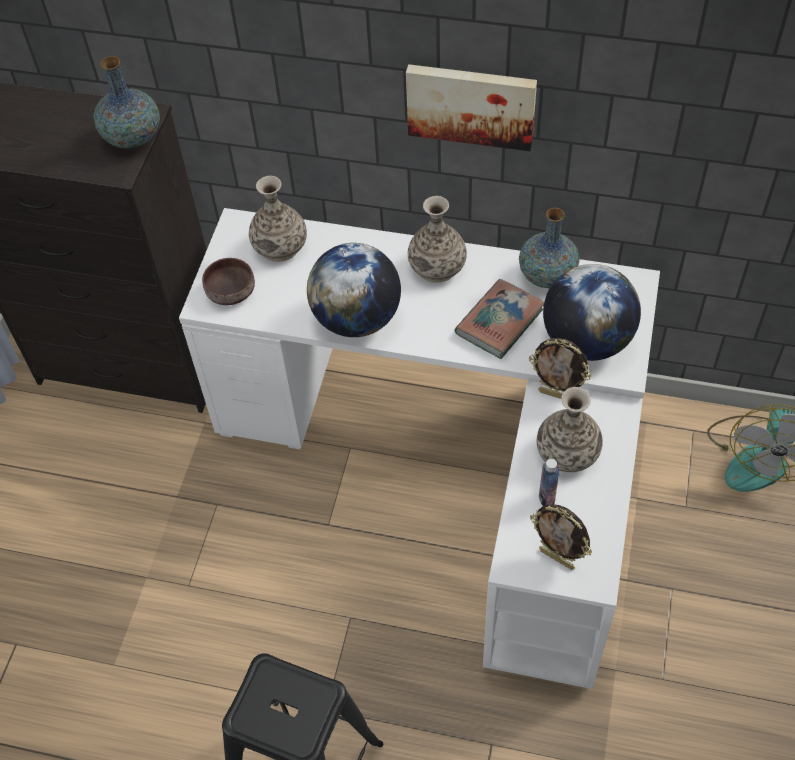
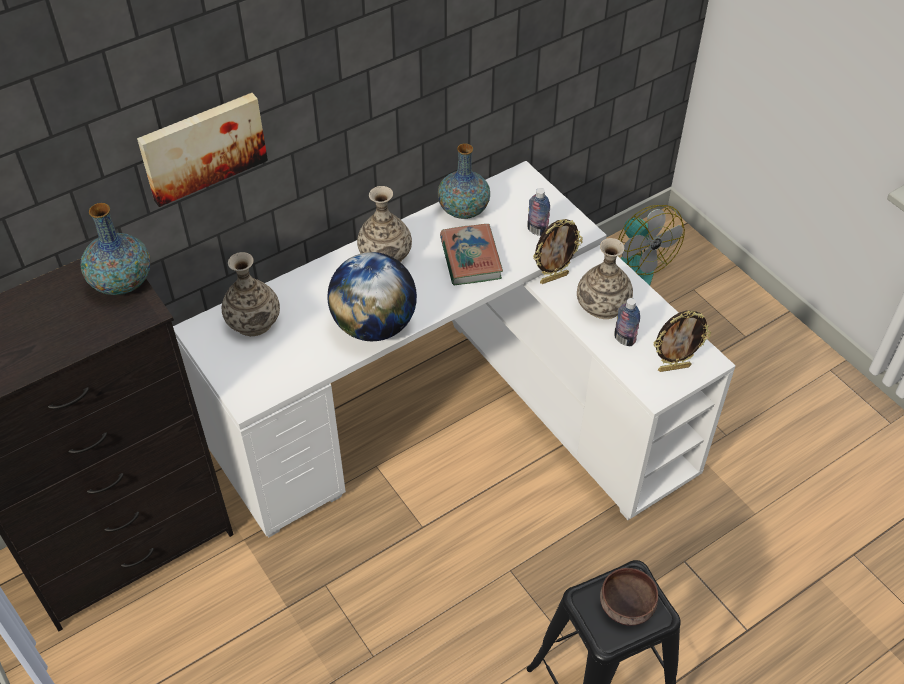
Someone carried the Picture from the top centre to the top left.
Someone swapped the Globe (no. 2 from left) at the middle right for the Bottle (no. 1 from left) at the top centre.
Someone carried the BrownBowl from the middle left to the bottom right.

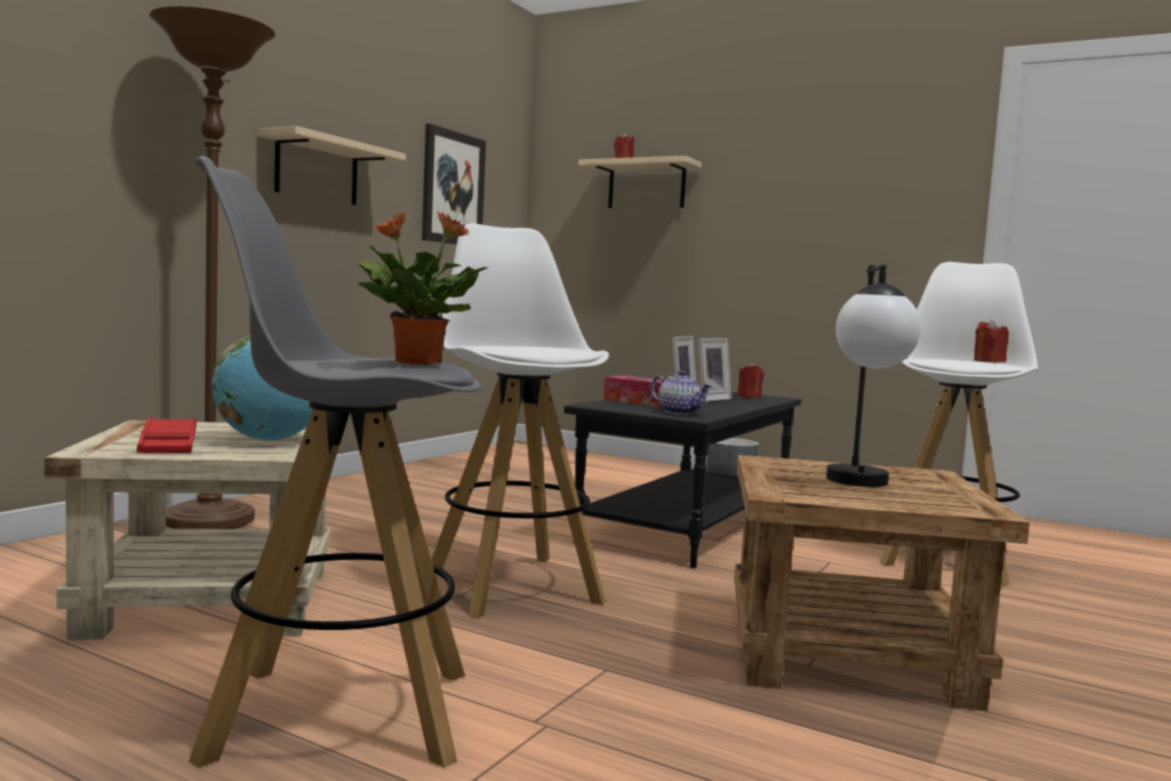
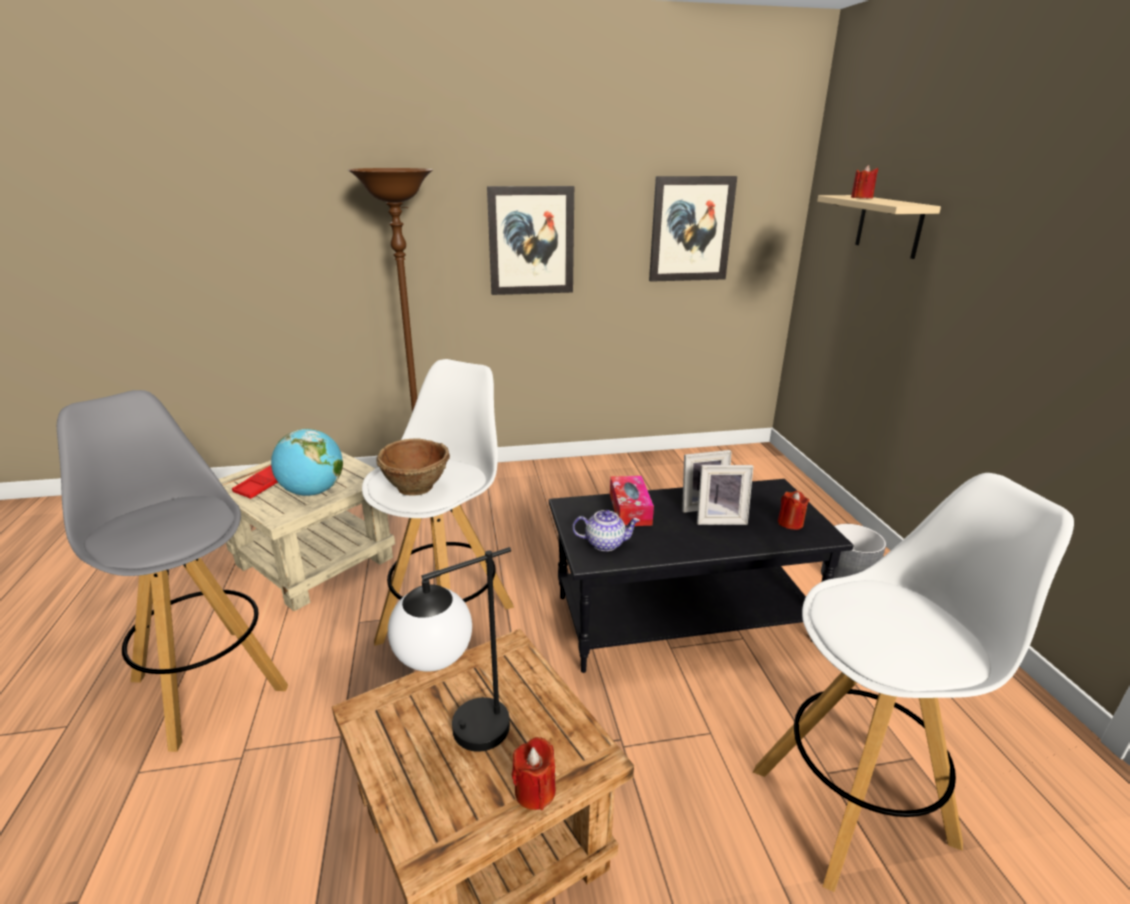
Someone put down the BrownBowl at the centre.
Someone swapped the BeigeShelf (no. 1 from left) at the top left for the Picture (no. 1 from left) at the top centre.
Someone carried the RedCandle (no. 3 from left in the first image) from the middle right to the bottom centre.
Someone rotated the Teapot at the centre by 90 degrees counterclockwise.
Someone took away the PottedPlant at the centre.

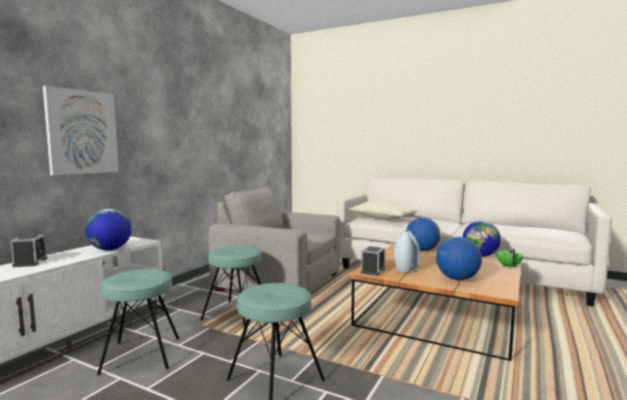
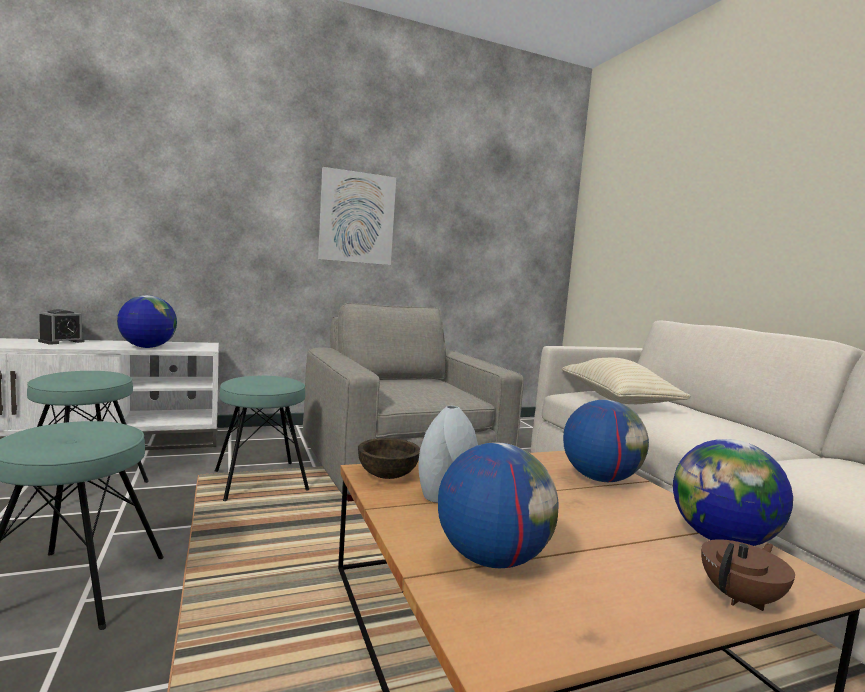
Someone carried the Picture from the top left to the top centre.
Someone swapped the AlarmClock (no. 2 from left) at the centre for the BrownBowl at the centre.
Someone repainted the GreenTeapot at the middle right, which became the BrownTeapot at the bottom right.

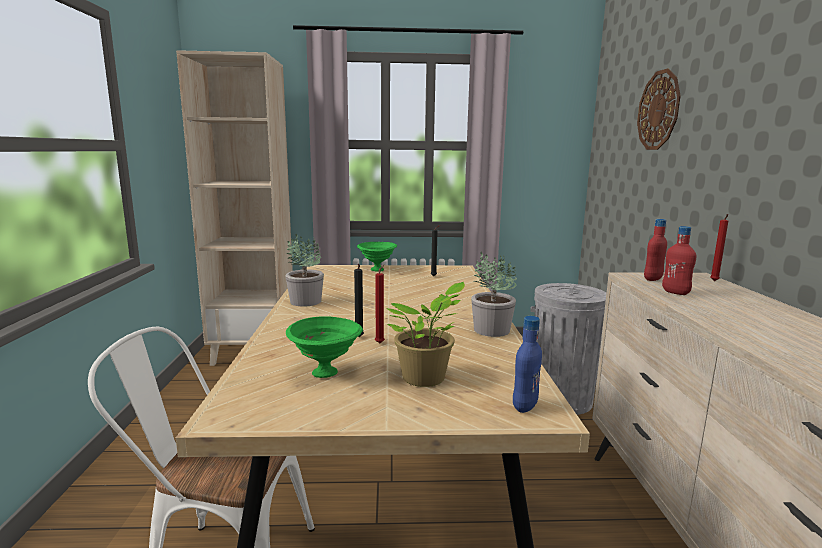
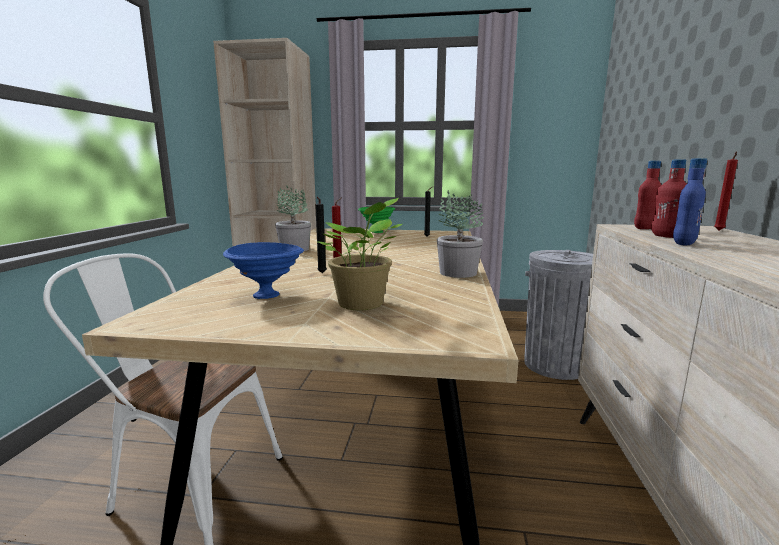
Someone repainted the GreenBowl (no. 1 from left) at the centre, which became the BlueBowl at the centre.
Someone carried the BlueBottle from the centre to the middle right.
Someone took away the WallClock at the top right.

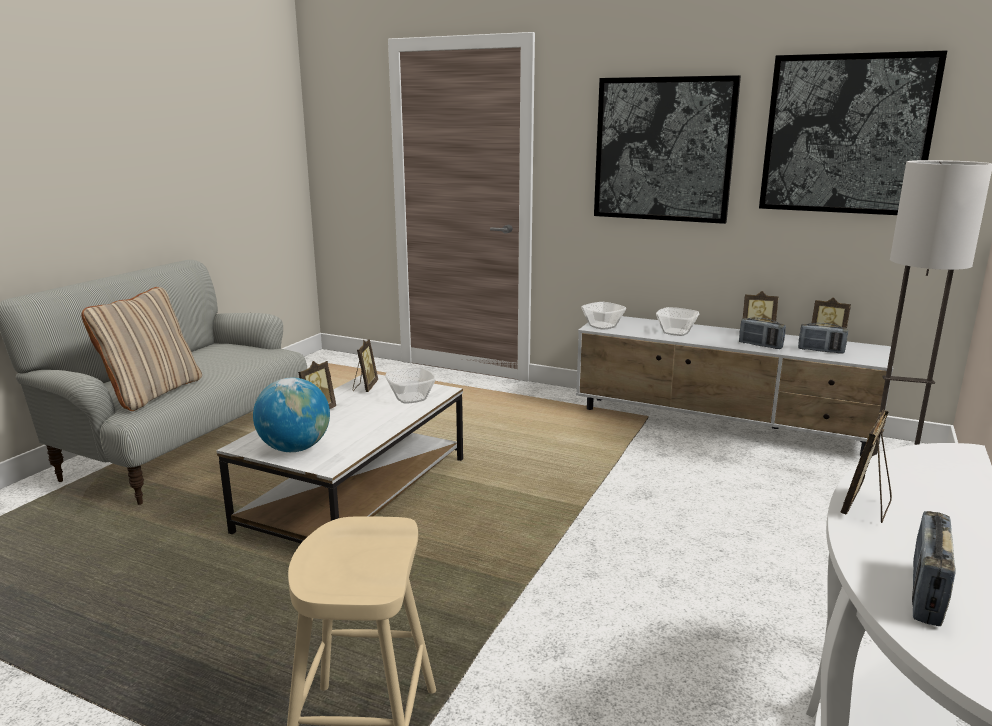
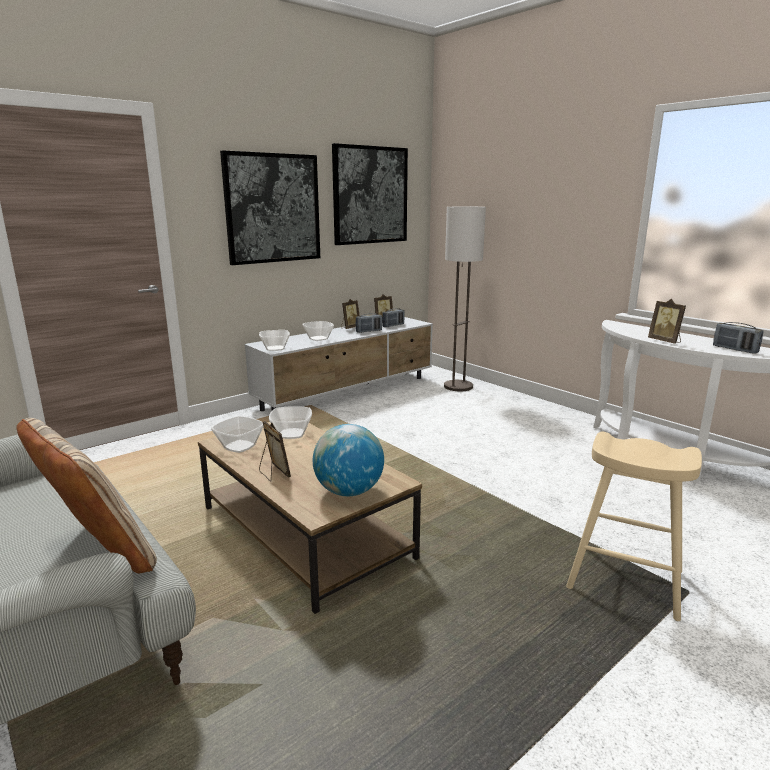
Someone repainted the WhiteCoffeeTable at the centre, which became the BrownCoffeeTable at the bottom centre.
Someone swapped the PictureFrame (no. 2 from left) at the centre for the Bowl (no. 1 from left) at the middle left.

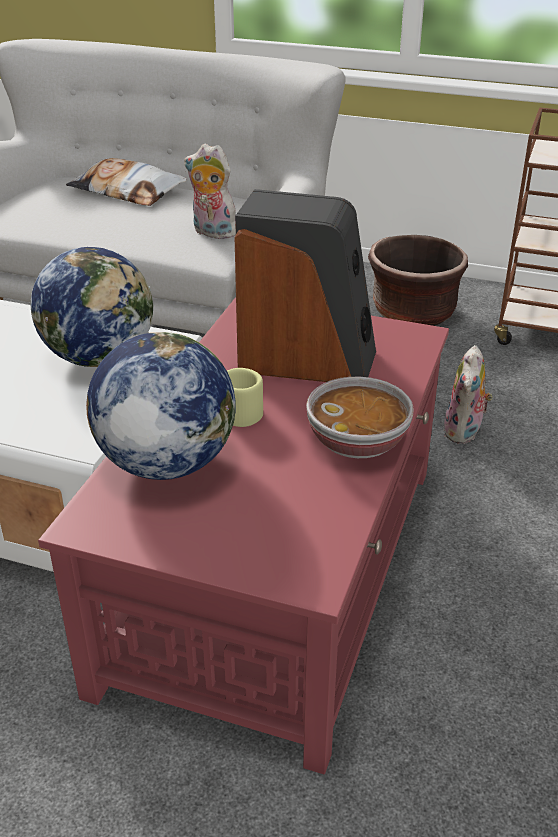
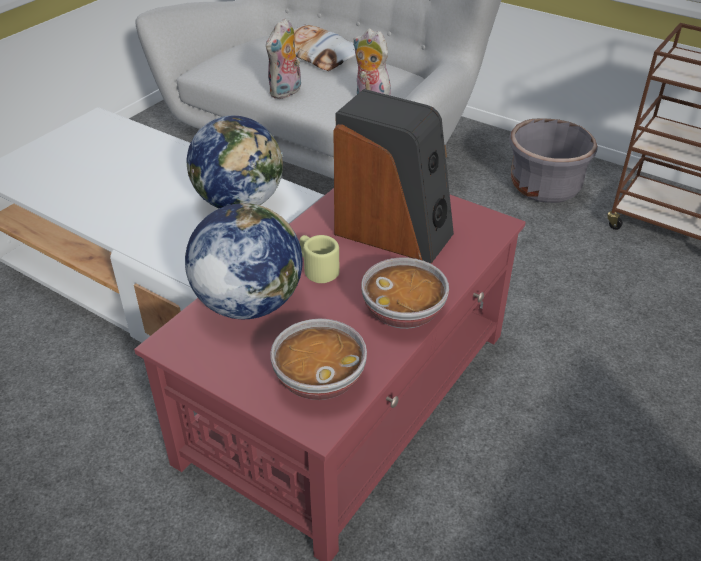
Someone carried the PlushToy (no. 2 from left in the first image) from the middle right to the top centre.
Someone put down the Bowl (no. 1 from left) at the centre.
Someone repainted the BrownPlanter at the middle right, which became the GreyPlanter at the top right.

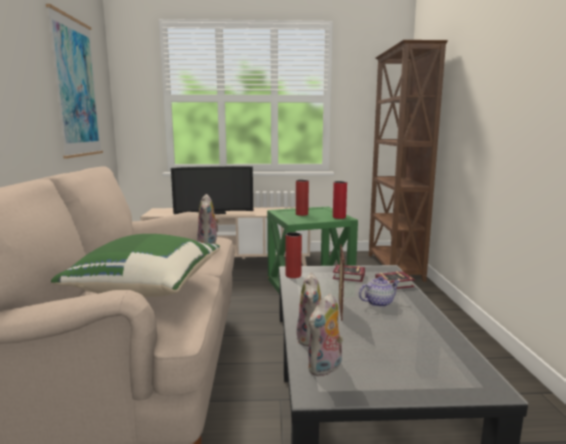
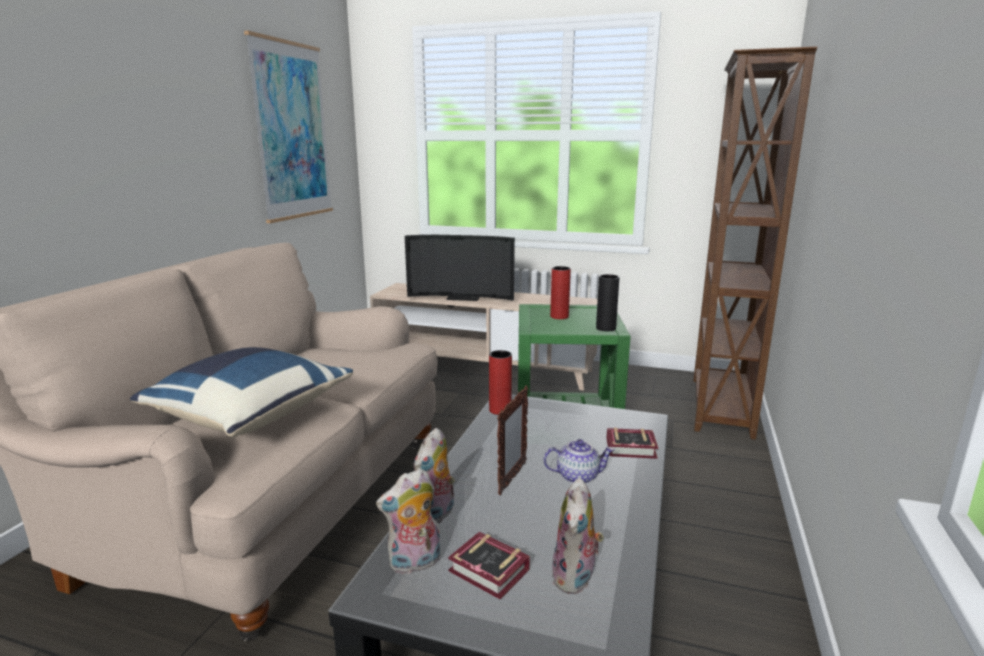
Someone repainted the GreenPillow at the middle left, which became the BluePillow at the middle left.
Someone carried the Book (no. 1 from left) from the centre to the bottom centre.
Someone carried the PlushToy (no. 1 from left in the first image) from the centre to the bottom centre.
Someone repainted the RedVase (no. 3 from left) at the centre, which became the BlackVase at the centre.

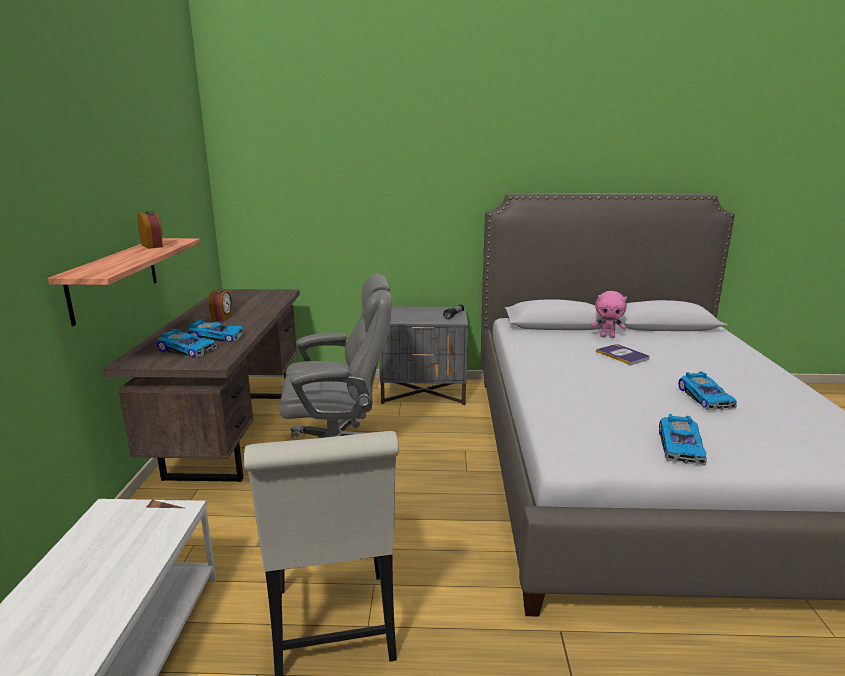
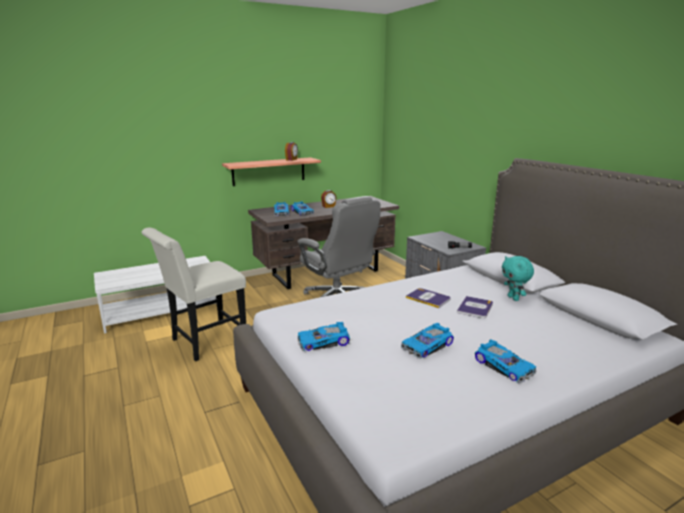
Someone put down the Book (no. 1 from left) at the centre.
Someone put down the ToyCar (no. 5 from left) at the bottom right.
Someone repainted the PinkPlushToy at the middle right, which became the TurquoisePlushToy at the middle right.

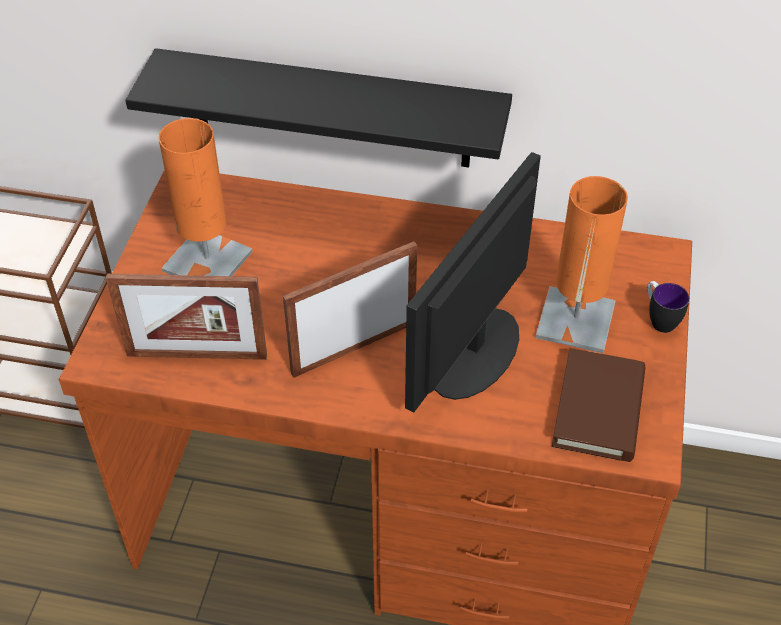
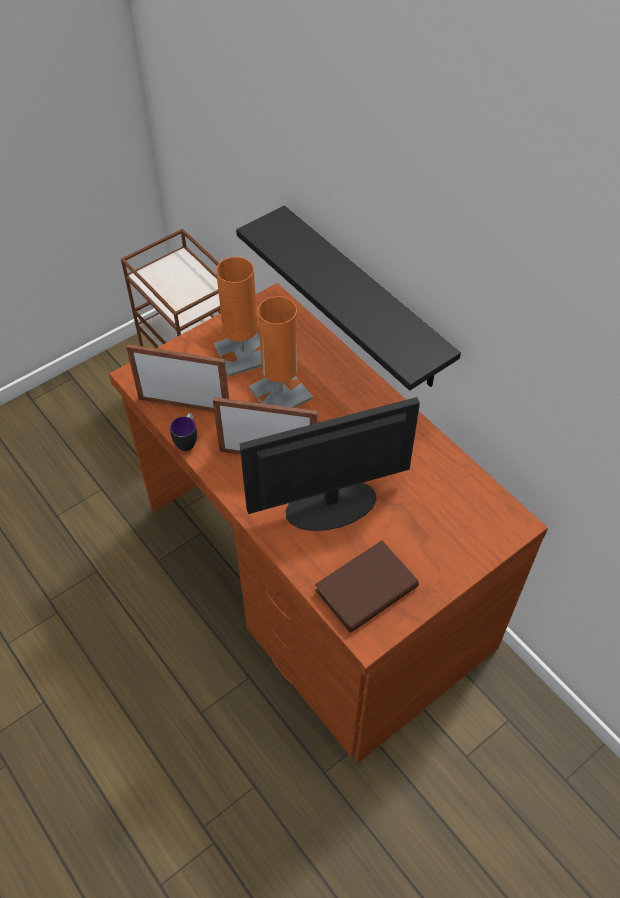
Someone rotated the PictureFrame (no. 1 from left) at the middle left by 150 degrees clockwise.
Someone carried the Mug from the middle right to the middle left.
Someone carried the OrangeTableLamp (no. 2 from left) from the middle right to the centre.

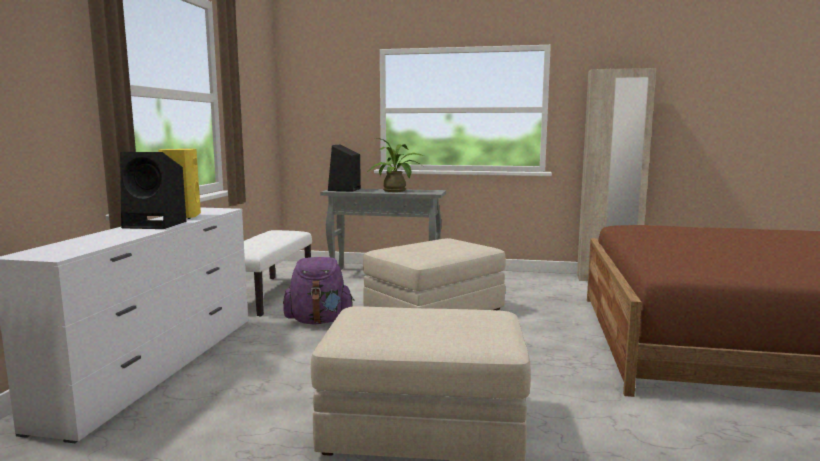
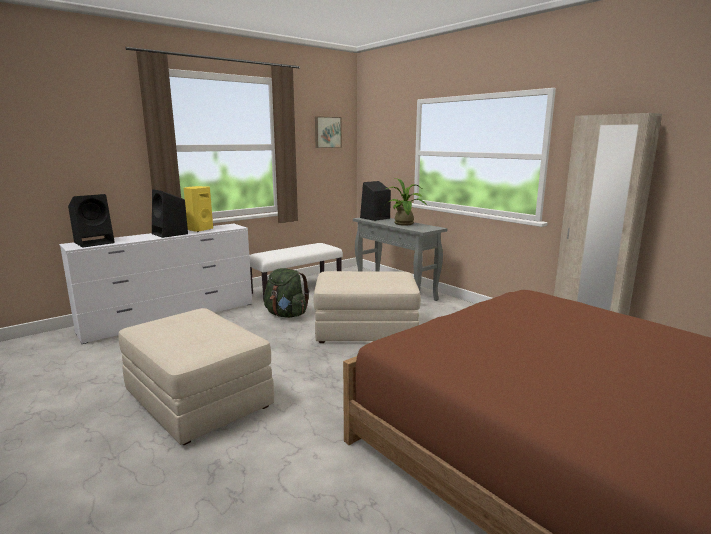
Someone put down the BlackSpeaker (no. 1 from left) at the middle left.
Someone repainted the PurpleBackpack at the centre, which became the GreenBackpack at the centre.
Someone put up the Picture at the top centre.

